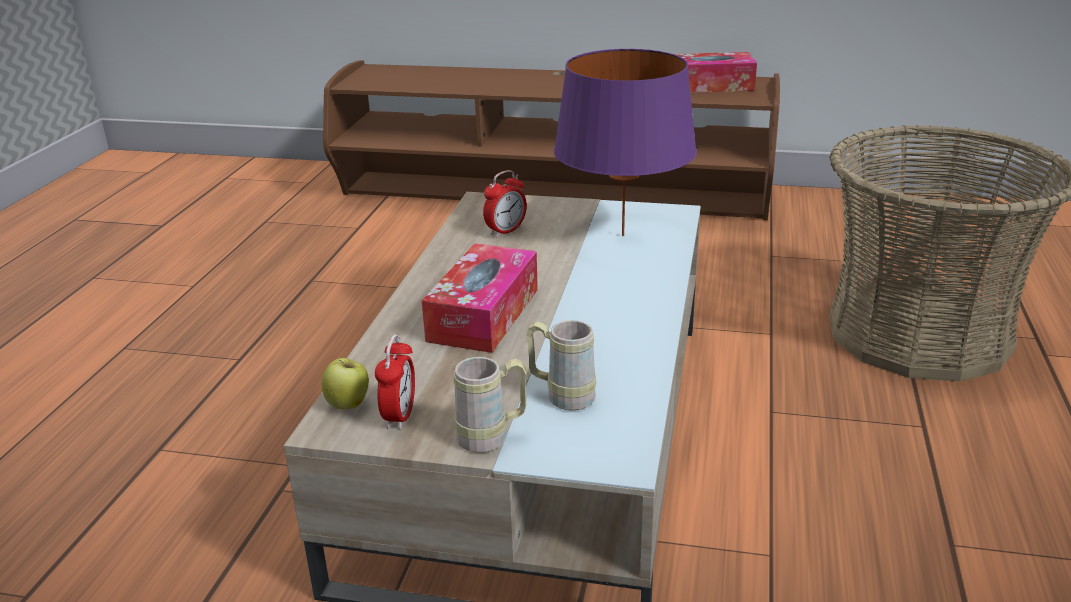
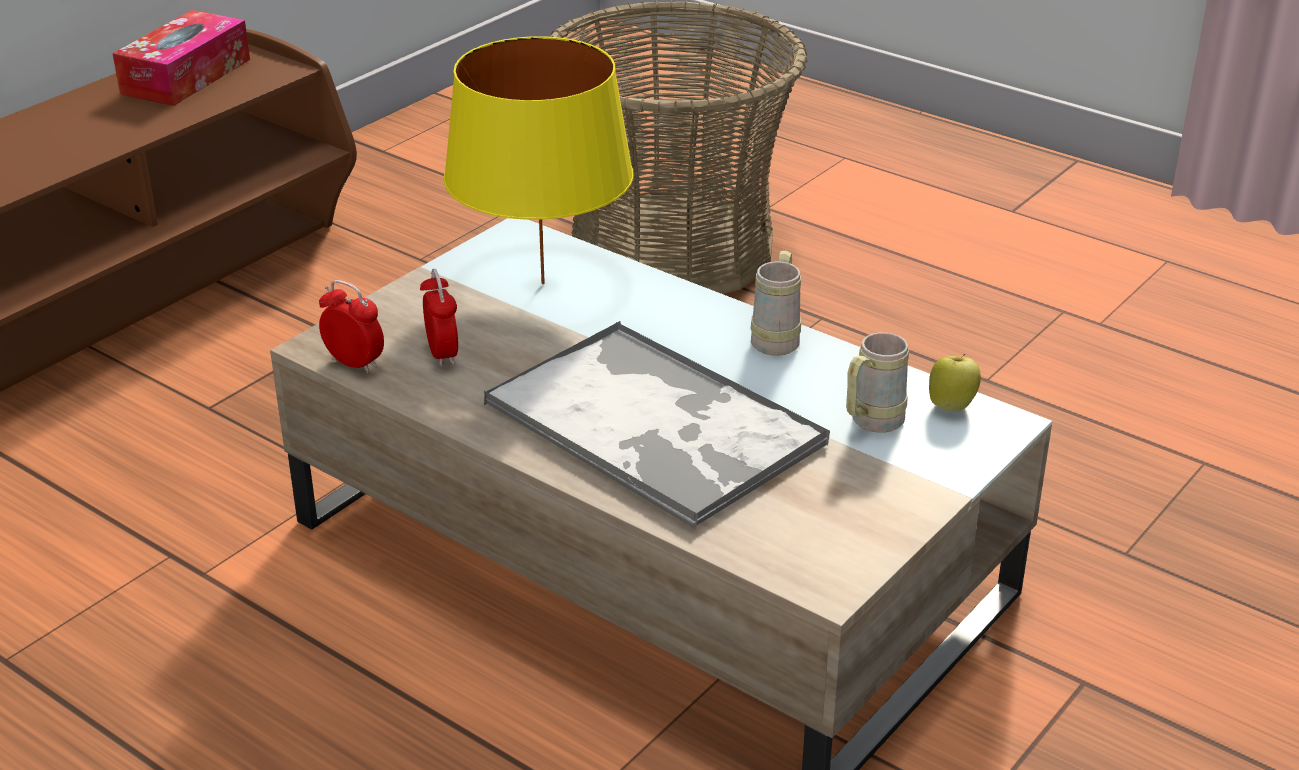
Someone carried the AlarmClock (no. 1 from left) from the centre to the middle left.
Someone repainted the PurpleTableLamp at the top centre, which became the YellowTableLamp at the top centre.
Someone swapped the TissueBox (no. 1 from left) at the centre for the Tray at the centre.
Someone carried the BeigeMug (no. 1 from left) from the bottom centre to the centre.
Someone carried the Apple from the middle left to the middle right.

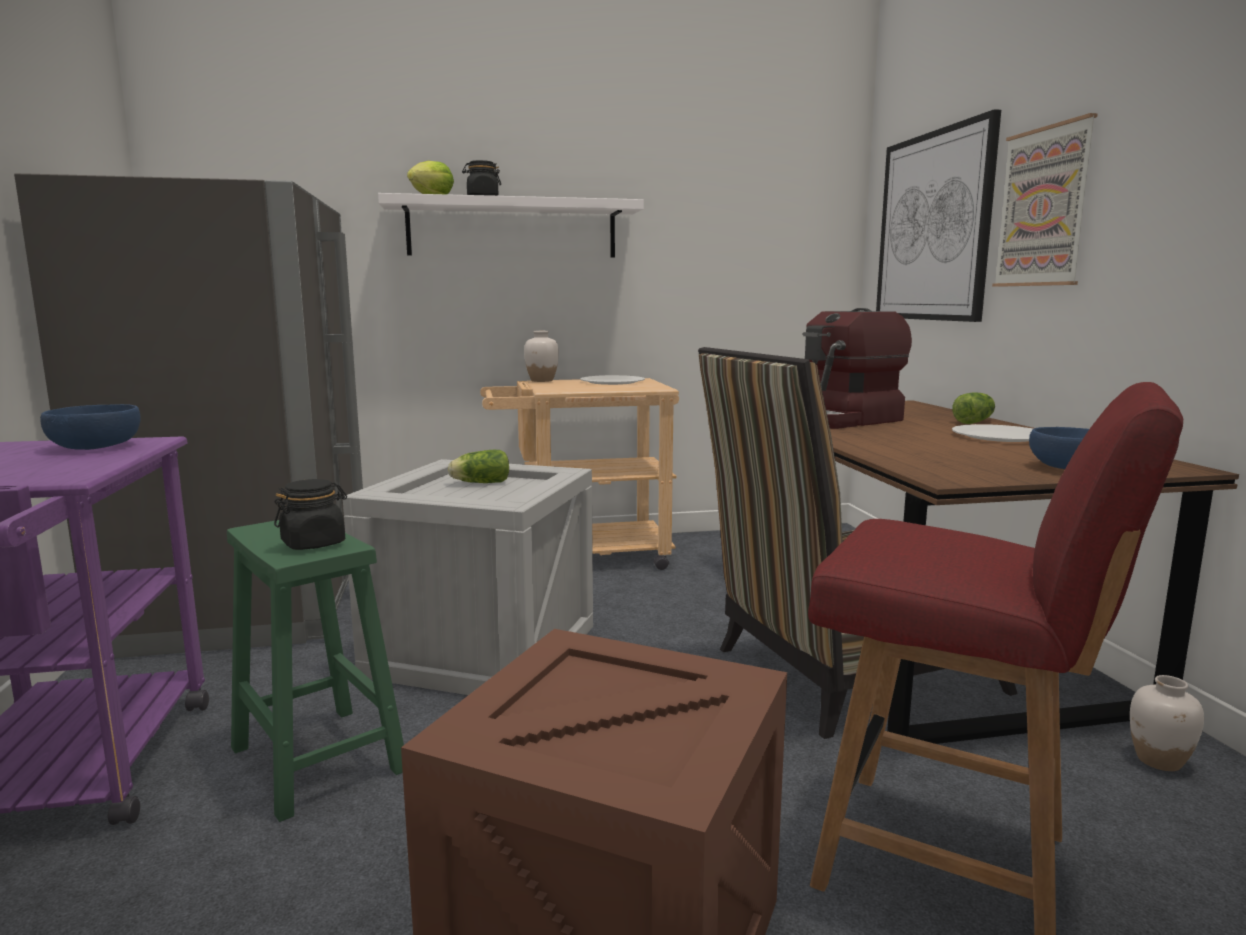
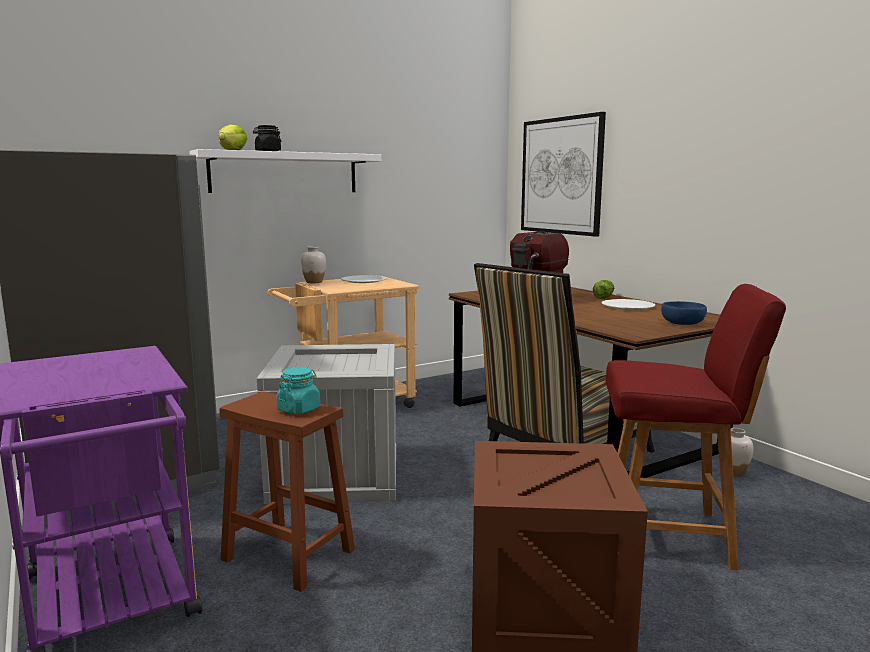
Someone repainted the GreenStool at the bottom left, which became the BrownStool at the bottom left.
Someone repainted the BlackJar (no. 1 from left) at the middle left, which became the TurquoiseJar at the centre.
Someone took away the BlueBowl (no. 1 from left) at the middle left.
Someone took away the Lettuce (no. 2 from left) at the centre.
Someone took away the Picture (no. 2 from left) at the top right.

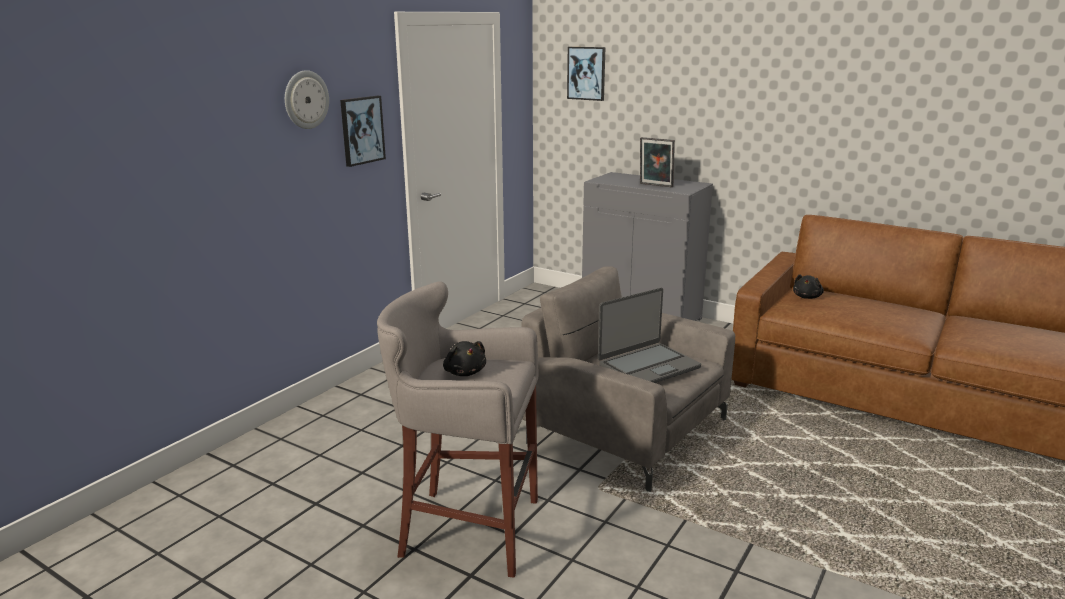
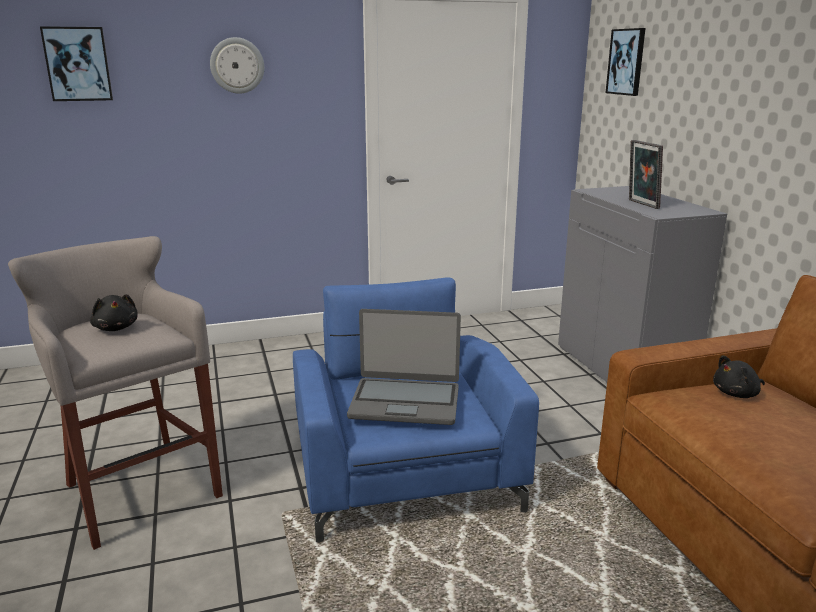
Someone carried the Picture (no. 1 from left) from the top centre to the top left.
Someone rotated the BlackPlushToy (no. 1 from left) at the centre by 45 degrees counterclockwise.
Someone repainted the GreyArmchair at the centre, which became the BlueArmchair at the bottom centre.

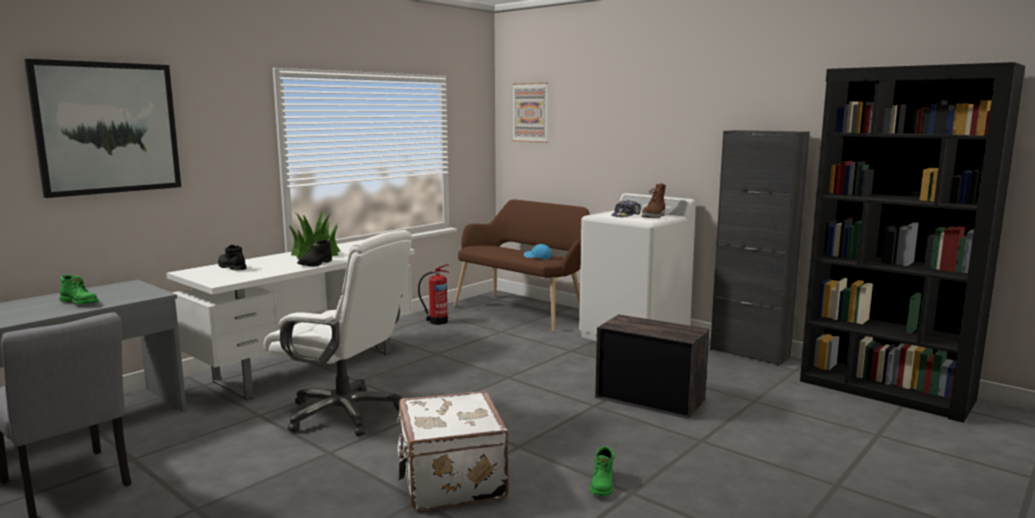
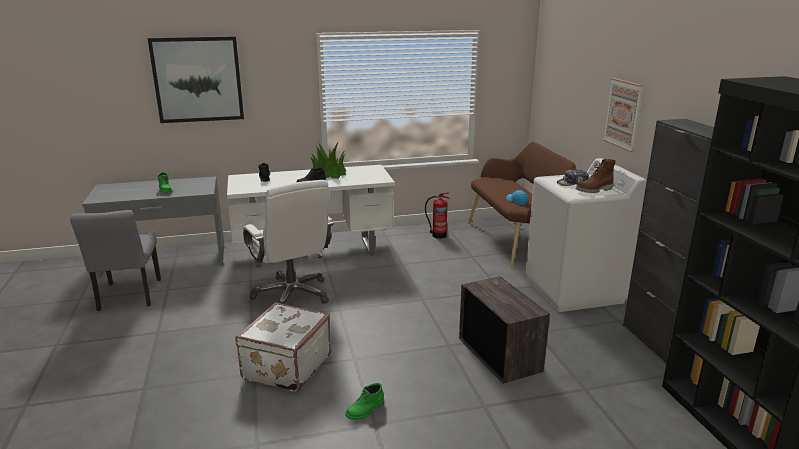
Someone carried the Picture (no. 2 from left) from the top centre to the top right.

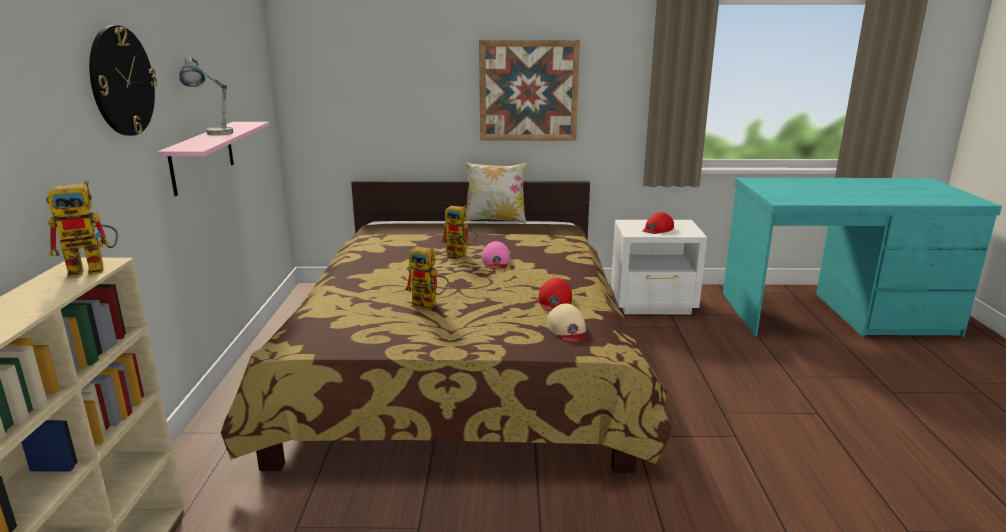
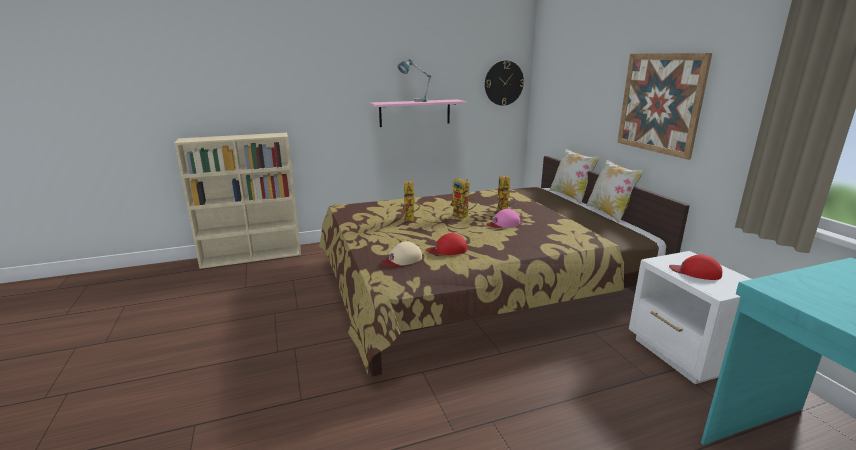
Someone carried the ToyRobot (no. 1 from left in the first image) from the middle left to the centre.
Someone carried the WallClock from the top left to the top centre.
Someone put down the Pillow (no. 1 from left) at the middle right.

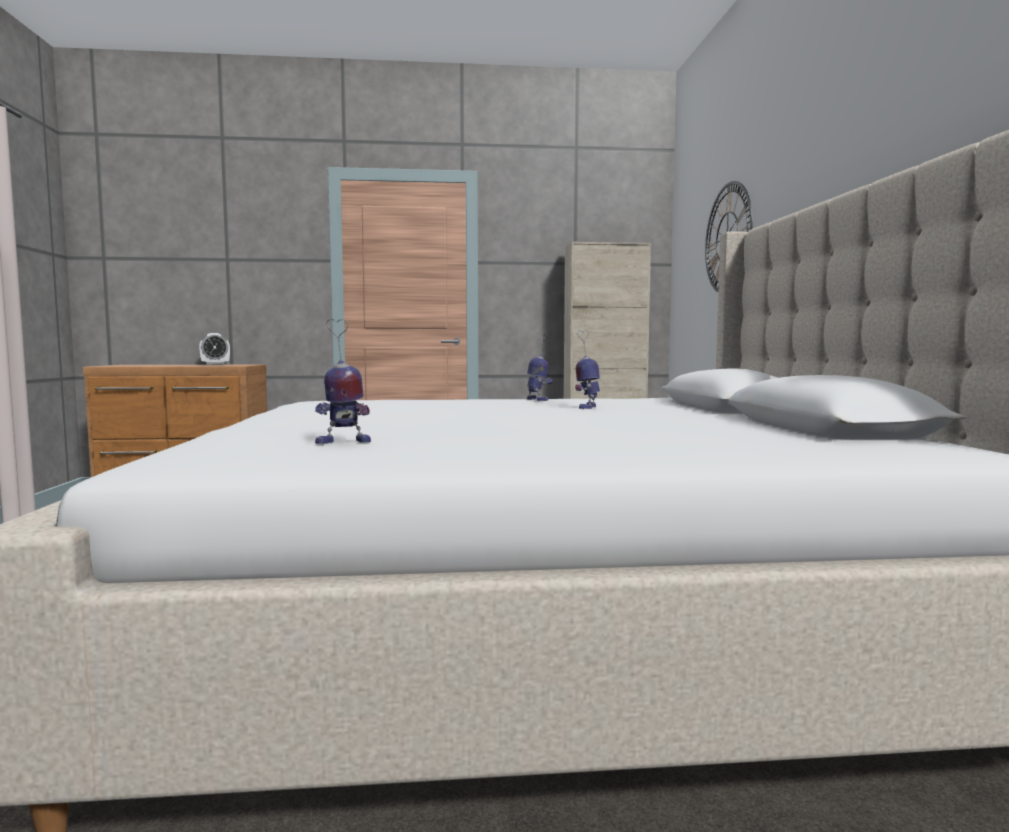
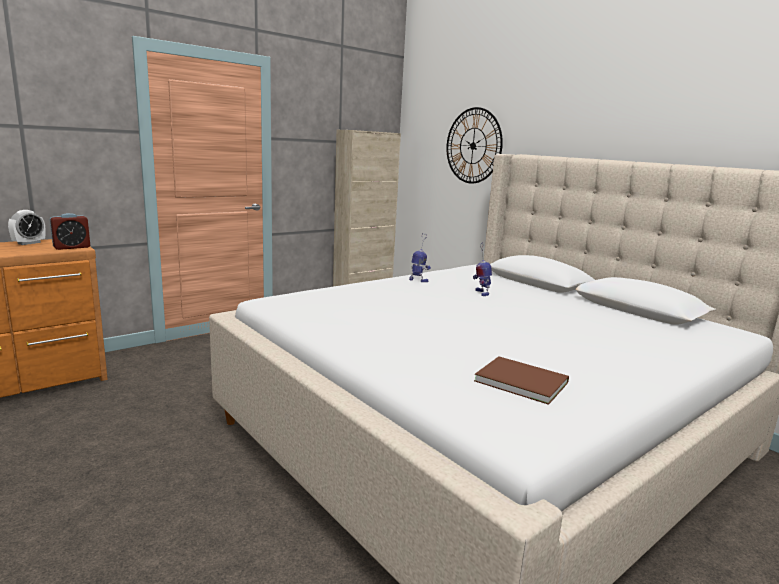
Someone put down the AlarmClock (no. 2 from left) at the middle left.
Someone swapped the ToyRobot (no. 1 from left) at the centre for the BrownBook at the middle right.

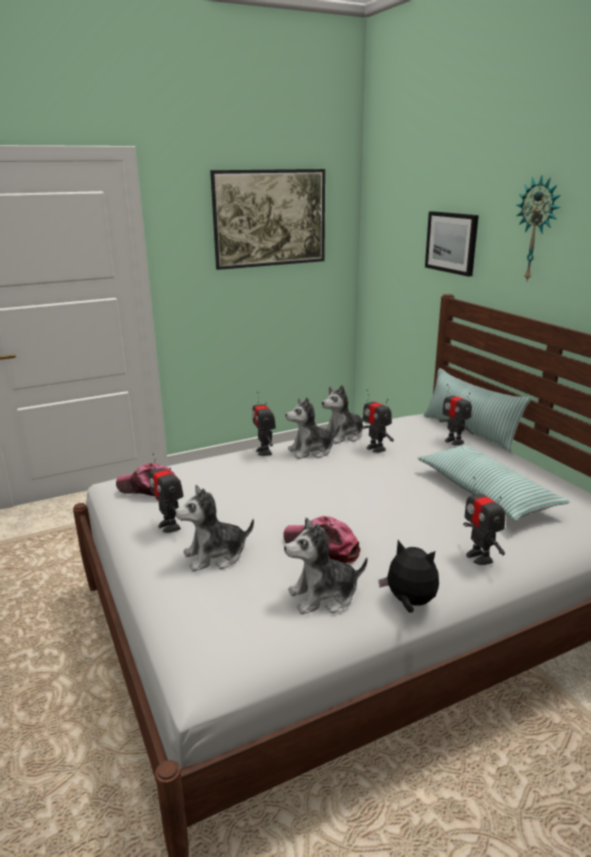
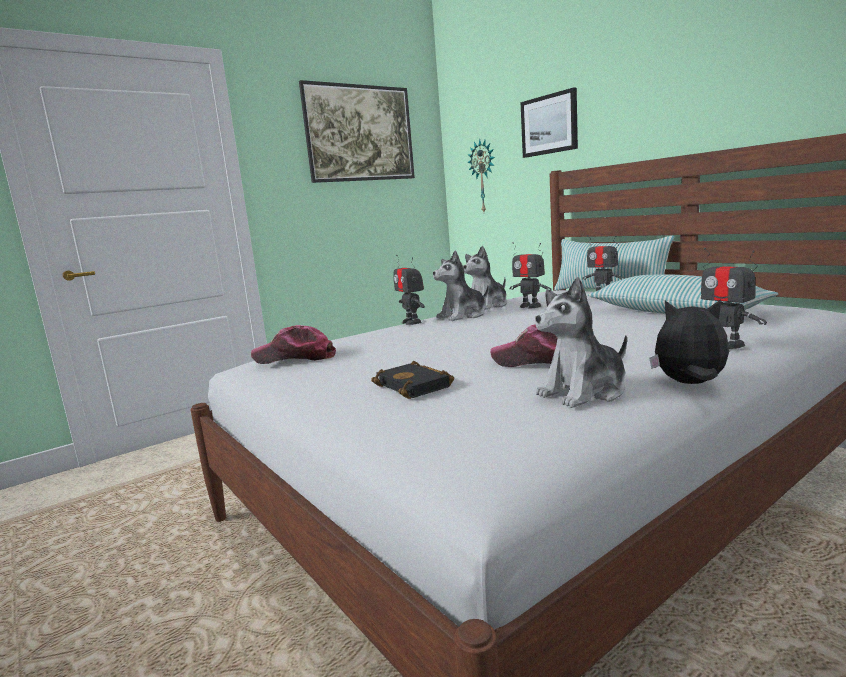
Someone swapped the PlushToy (no. 1 from left) at the centre for the BlackBook at the centre.
Someone carried the WallClock from the top right to the top centre.
Someone took away the ToyRobot (no. 1 from left) at the middle left.

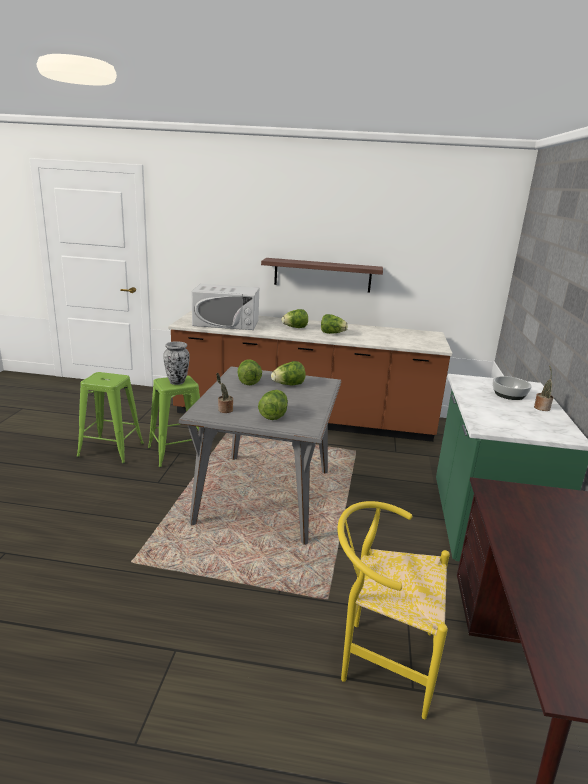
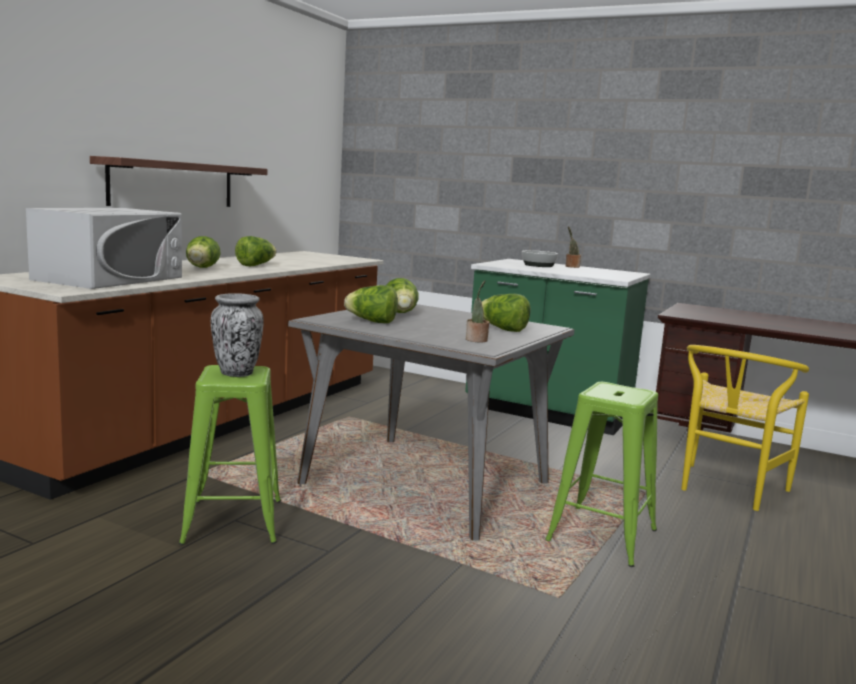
Someone carried the GreenStool (no. 1 from left in the first image) from the middle left to the bottom right.

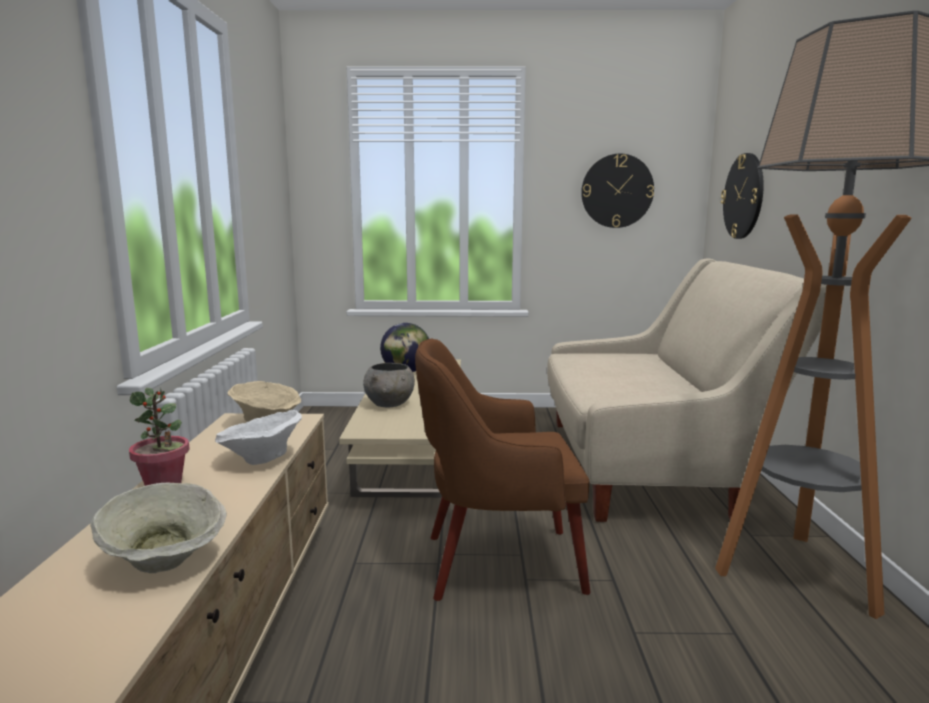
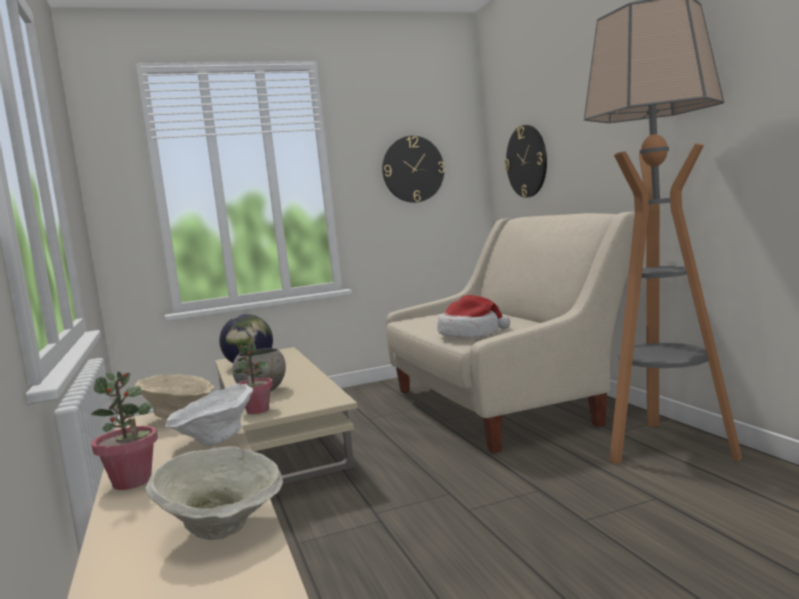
Someone put down the PottedPlant (no. 2 from left) at the middle left.
Someone put down the Hat at the centre.
Someone took away the BrownArmchair at the bottom centre.

